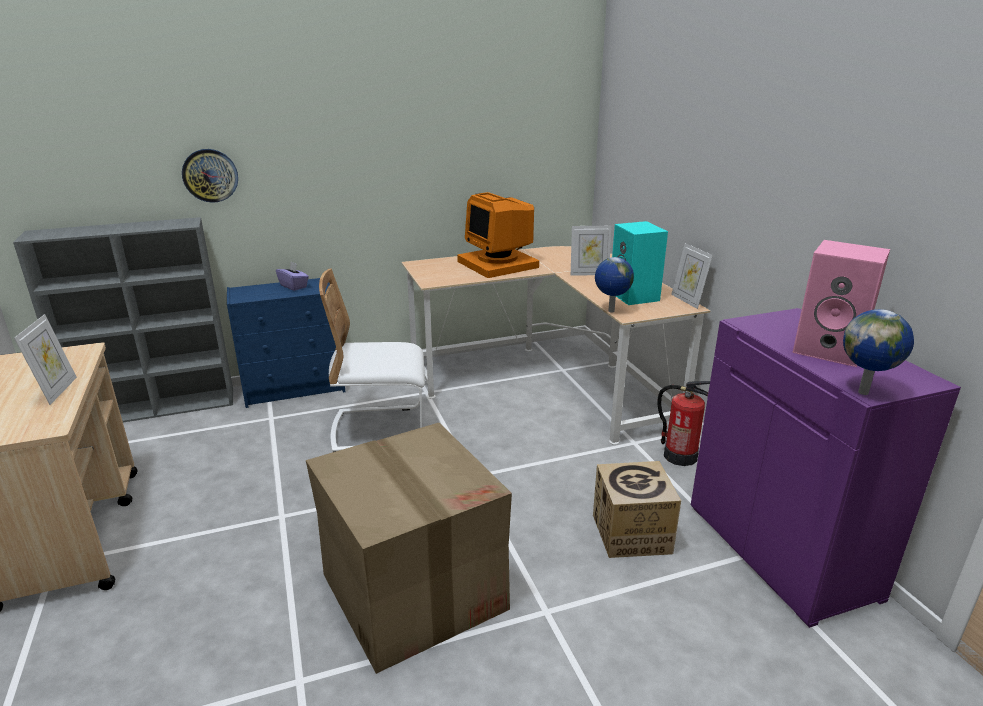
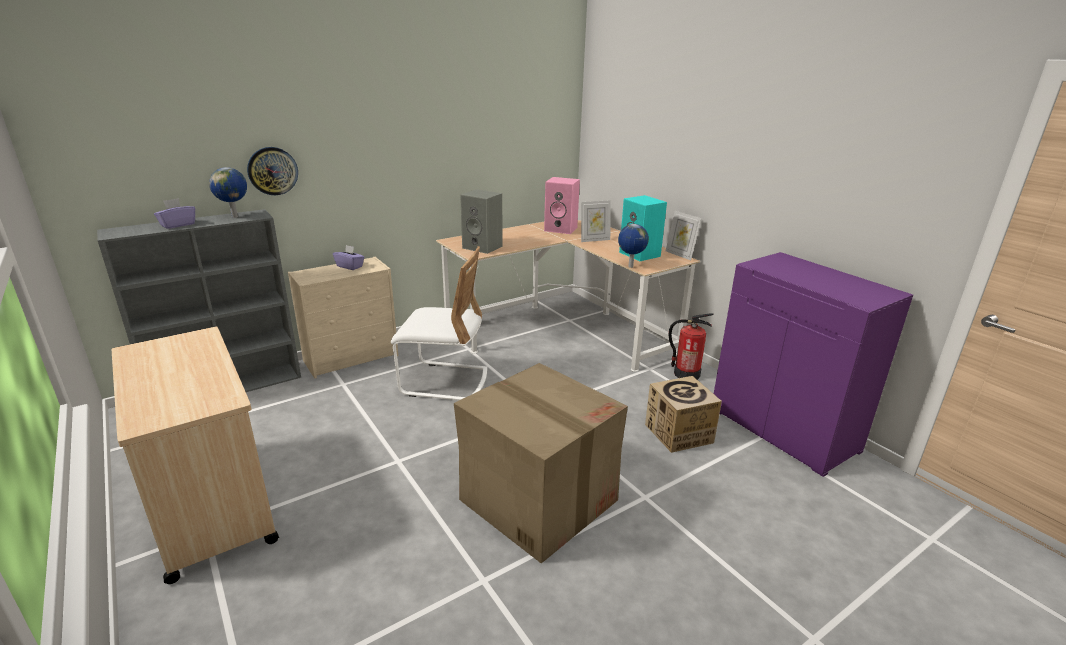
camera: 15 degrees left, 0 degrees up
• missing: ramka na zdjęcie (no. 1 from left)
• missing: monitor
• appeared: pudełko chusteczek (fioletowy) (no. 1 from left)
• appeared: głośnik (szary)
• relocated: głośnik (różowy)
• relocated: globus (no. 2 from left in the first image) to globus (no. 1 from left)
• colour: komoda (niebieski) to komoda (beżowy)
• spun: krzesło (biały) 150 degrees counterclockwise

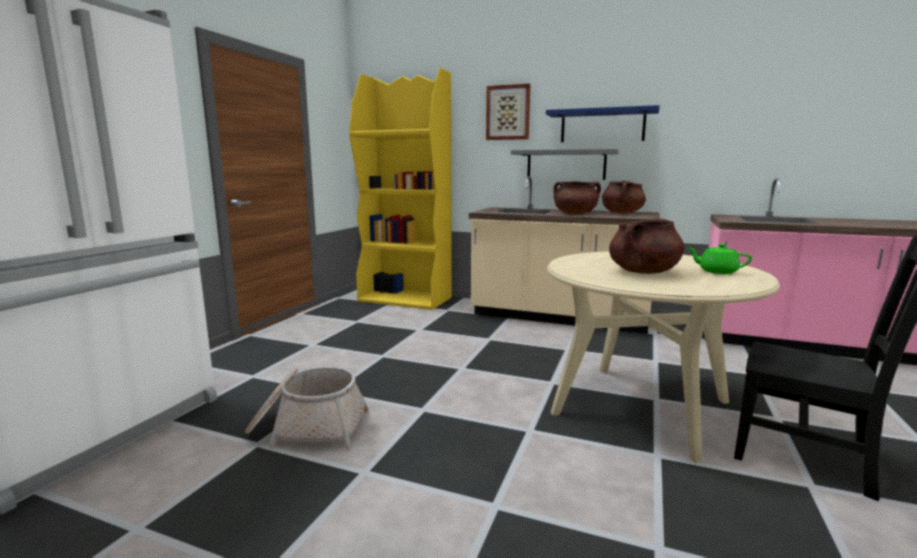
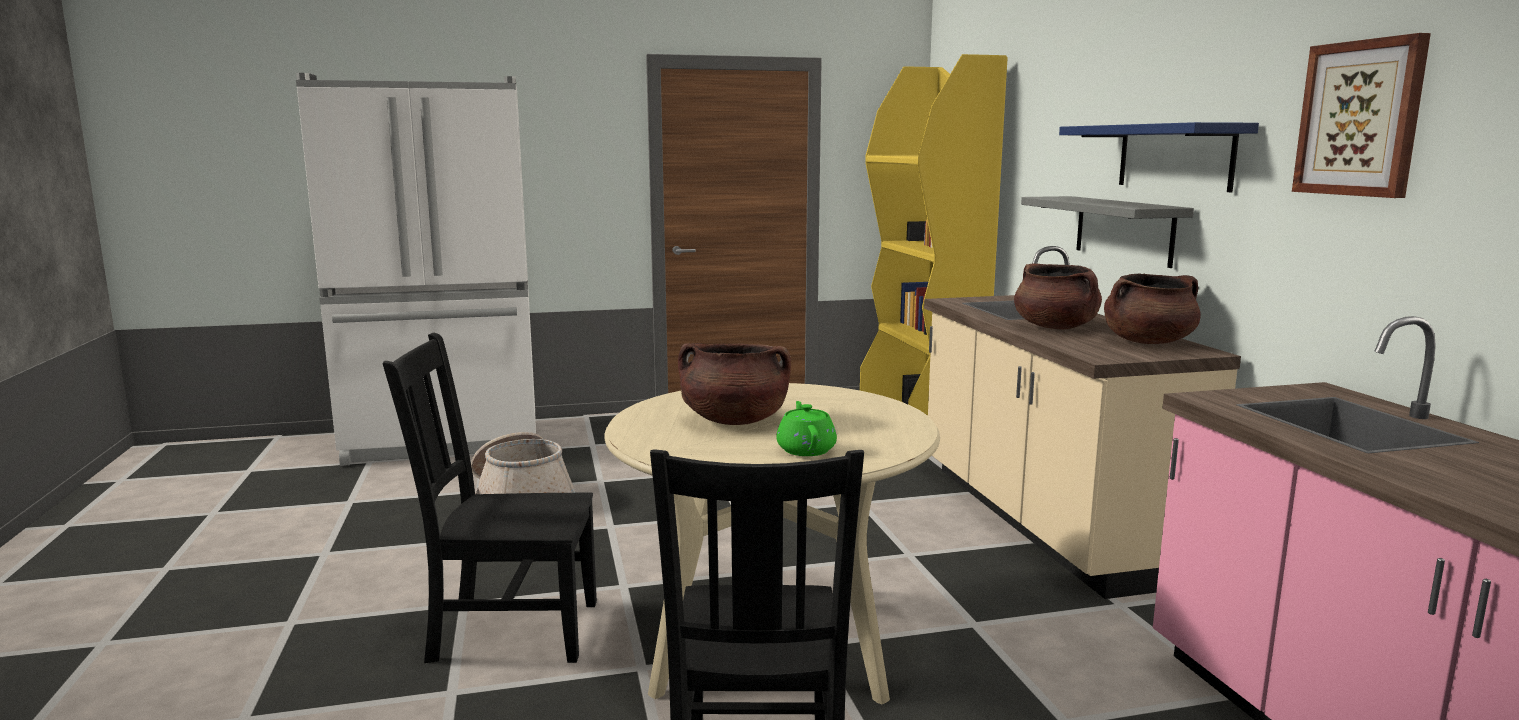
camera: 55 degrees right, 0 degrees up
• appeared: krzesło (czarny) (no. 1 from left)
• relocated: obraz

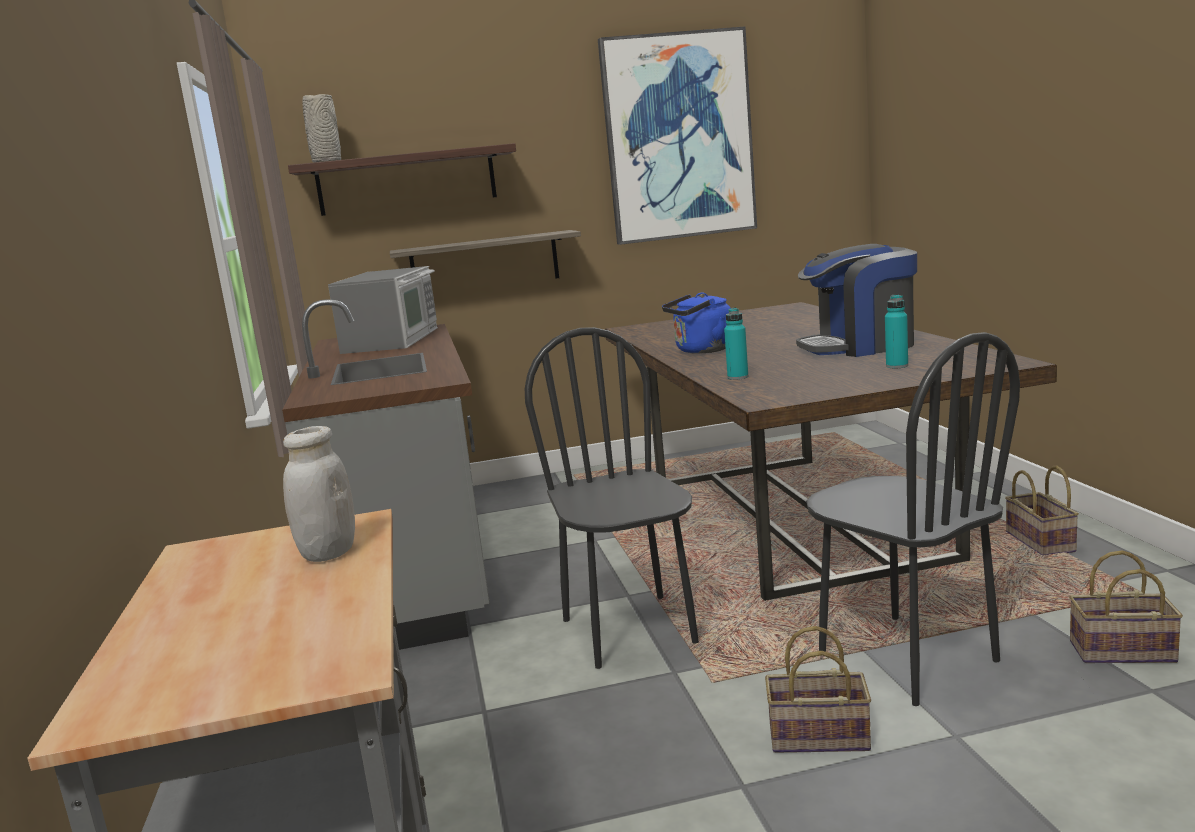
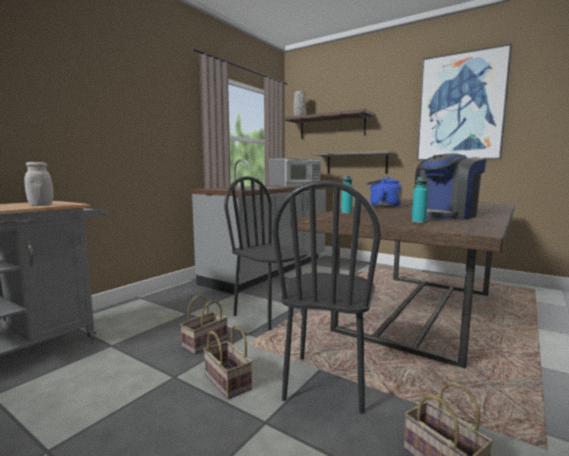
camera: 45 degrees right, 5 degrees down
• relocated: koszyk (no. 2 from left in the first image) to koszyk (no. 1 from left)
• spun: krzesło (czarny) (no. 1 from left) 75 degrees counterclockwise
• spun: ekspres do kawy 75 degrees counterclockwise

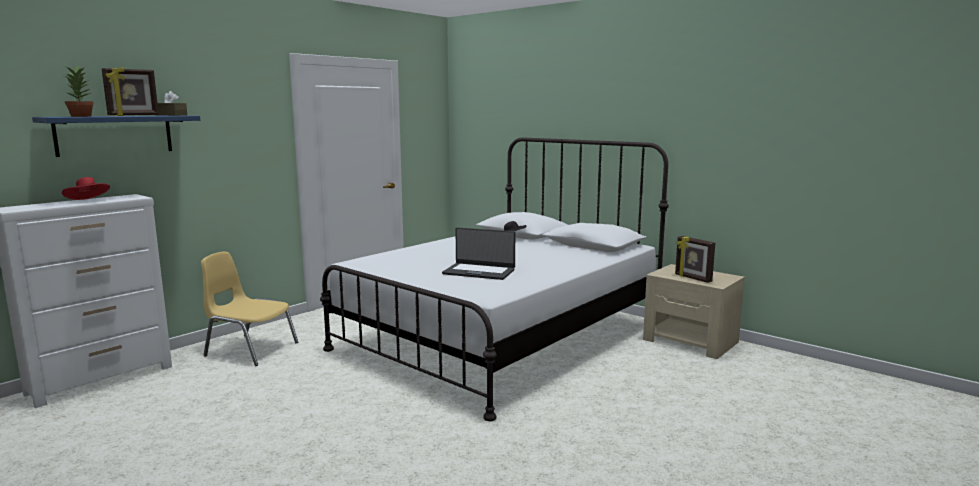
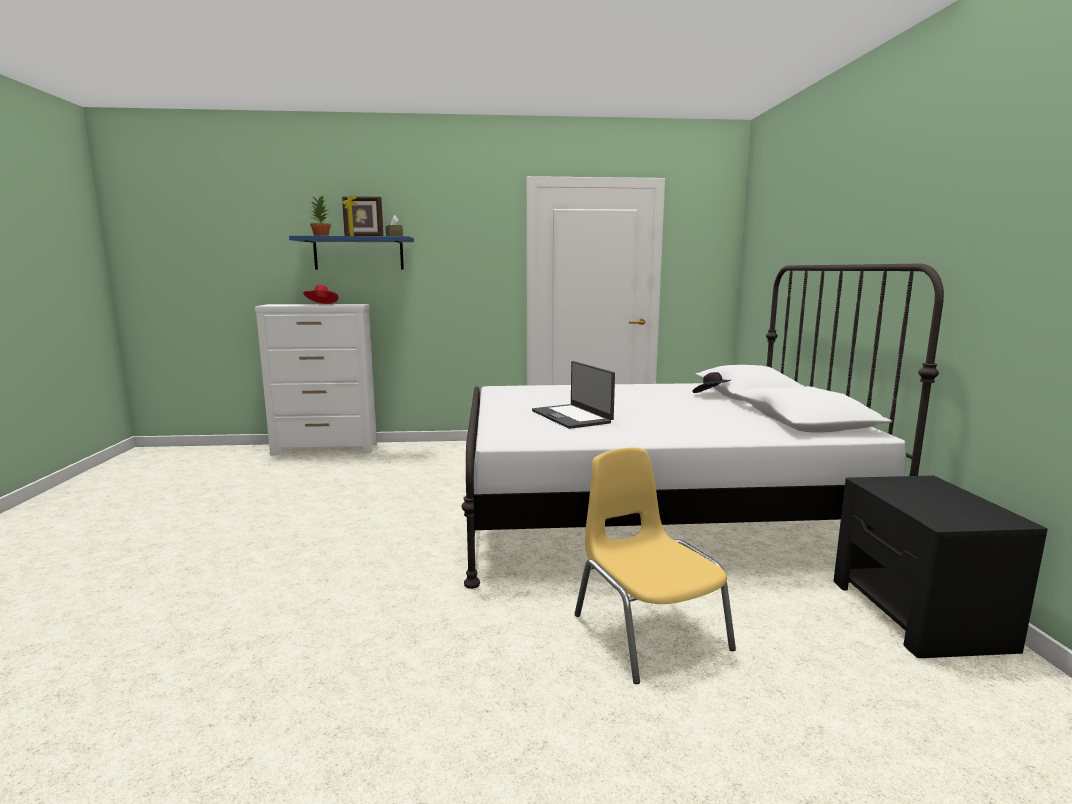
camera: 45 degrees right, 0 degrees up
• missing: ramka na zdjęcie (no. 2 from left)
• relocated: krzesło (żółty)
• colour: szafka nocna (beżowy) to szafka nocna (czarny)

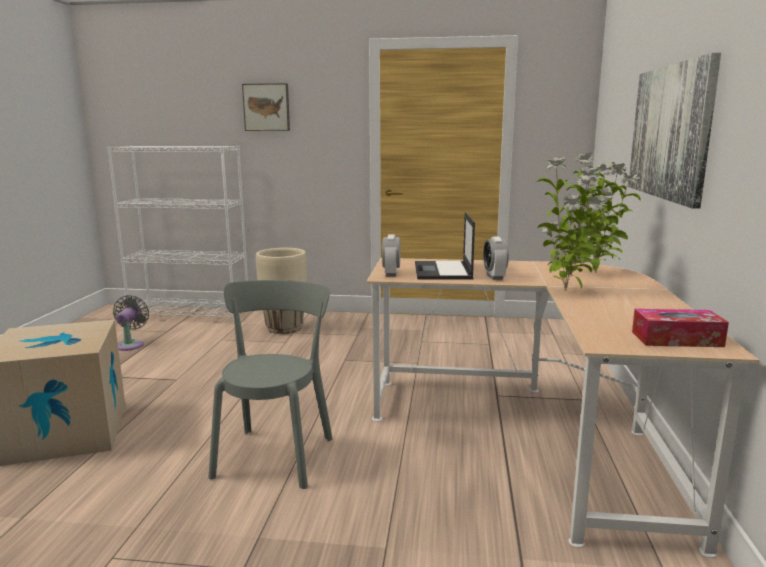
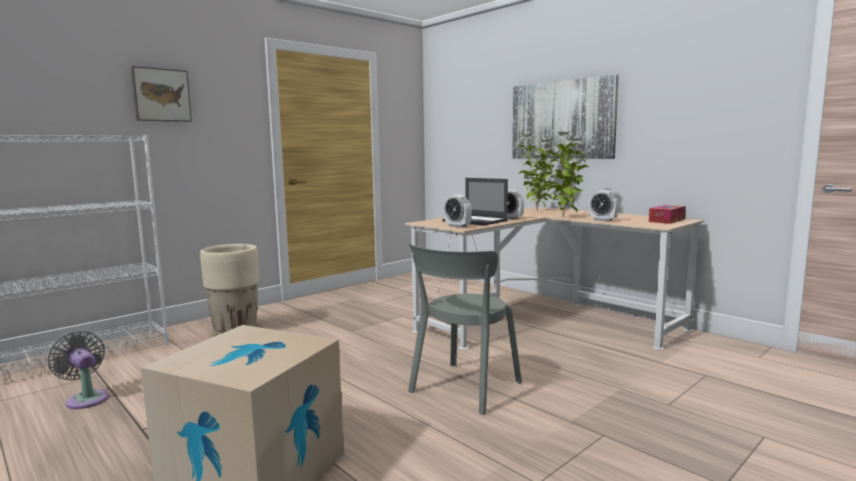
camera: 50 degrees left, 5 degrees down
• appeared: budzik (no. 3 from left)
• spun: krzesło (szary) 105 degrees counterclockwise

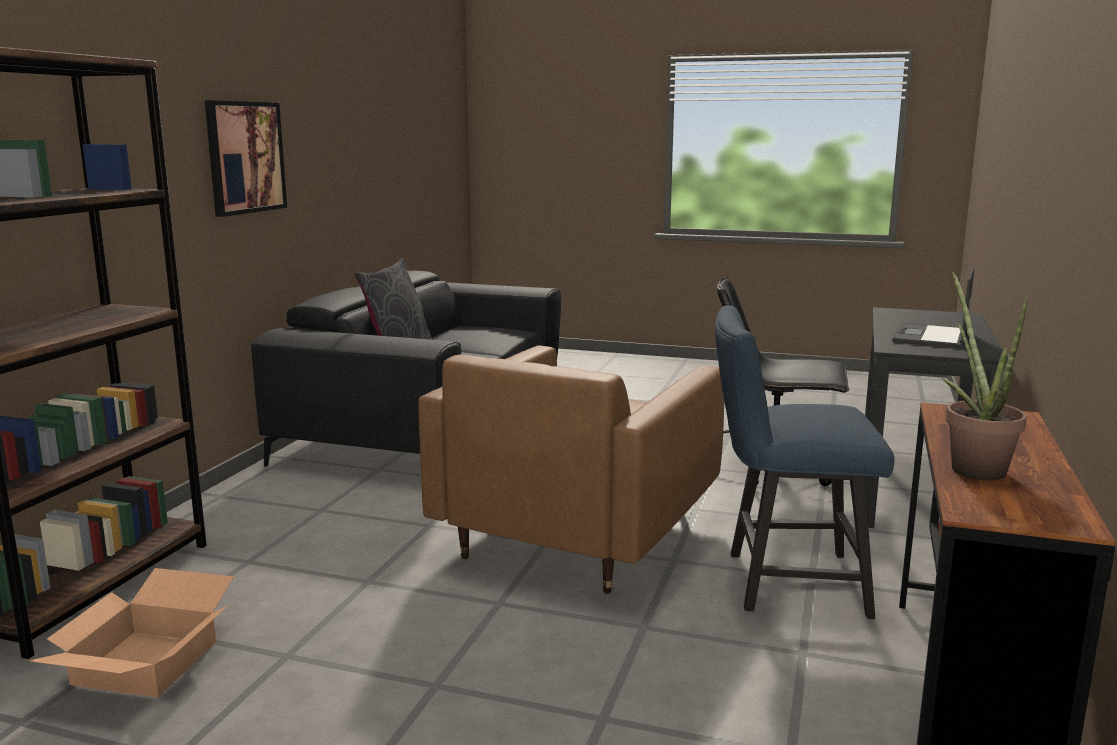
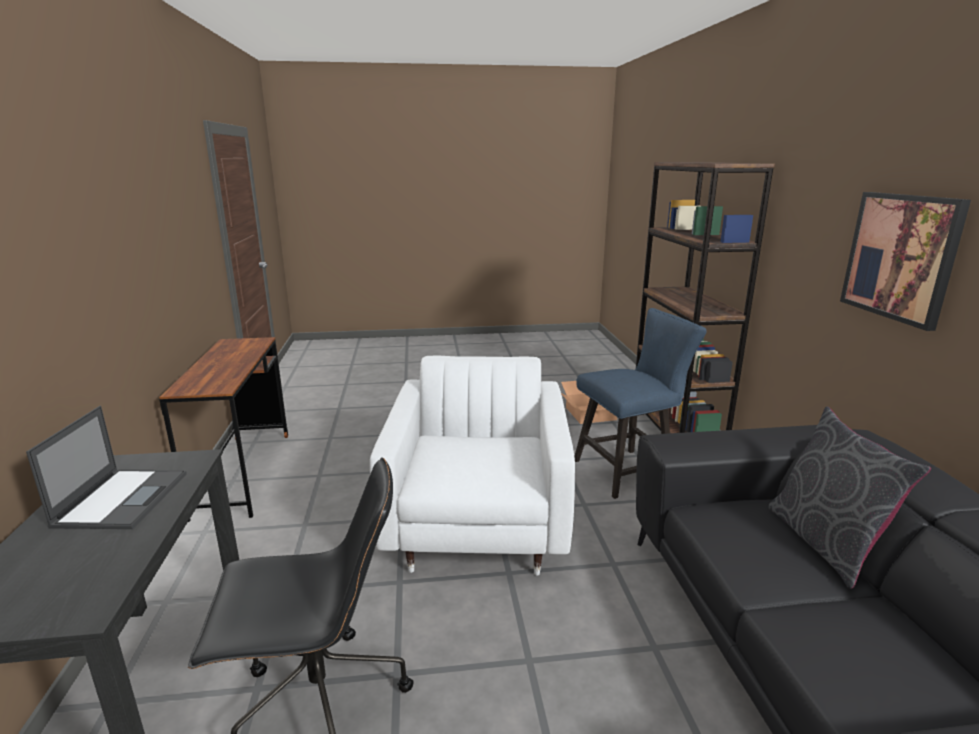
camera: 155 degrees right, 5 degrees up
• missing: roślina doniczkowa
• relocated: krzesło (niebieski)
• colour: fotel (brązowy) to fotel (biały)

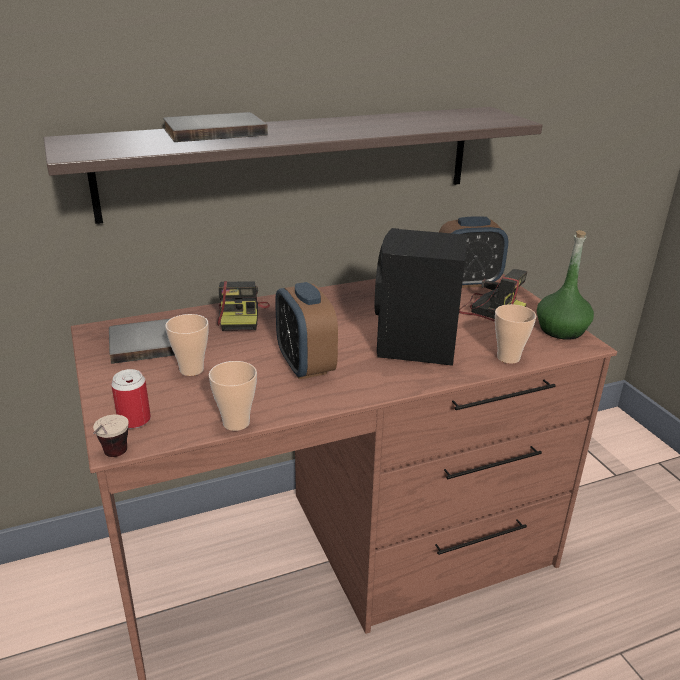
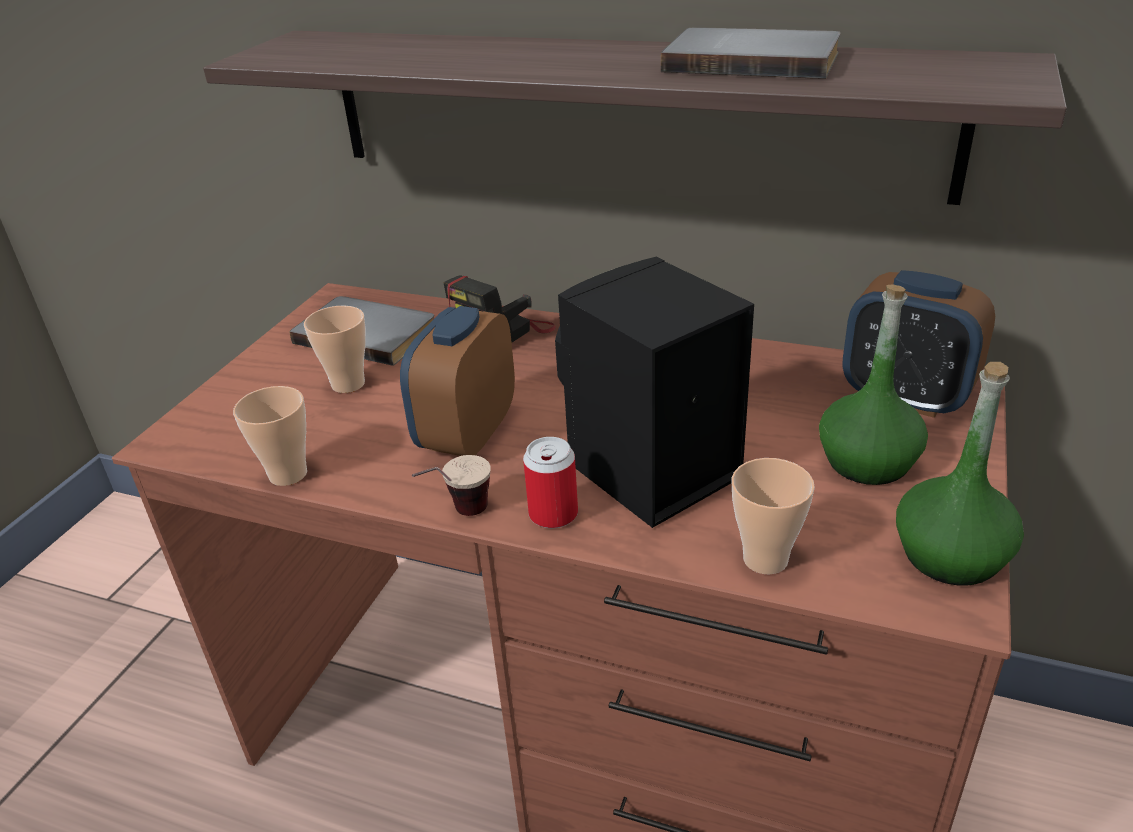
camera: 45 degrees right, 5 degrees up
• relocated: filiżanka (no. 1 from left in the first image) to filiżanka (no. 3 from left)
• relocated: puszka
• relocated: książka (szary) (no. 2 from left)
• exchanged: aparat fotograficzny (no. 2 from left) to butelka (zielony) (no. 1 from left)

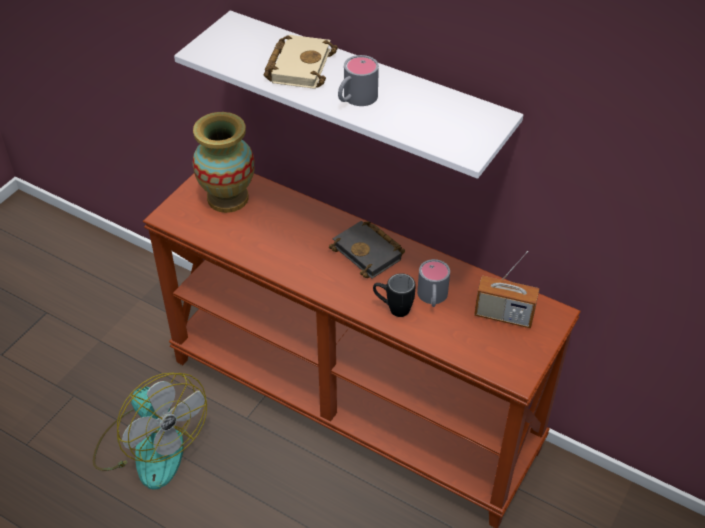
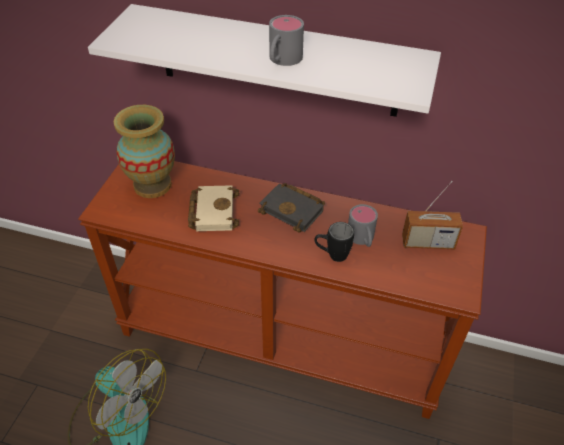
camera: 15 degrees left, 0 degrees up
• relocated: książka (beżowy)

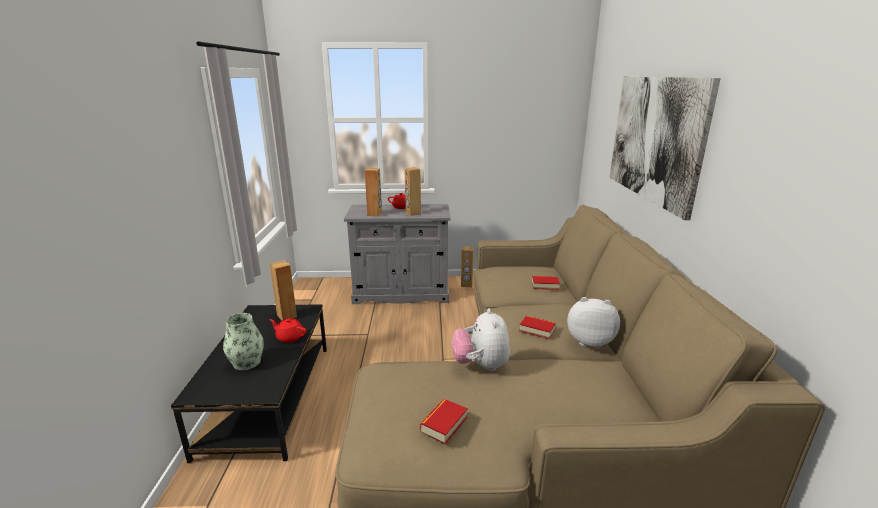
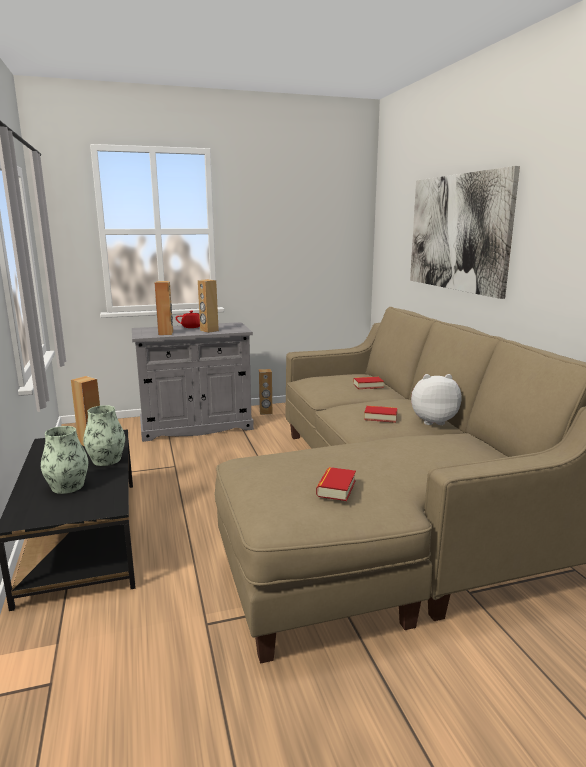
camera: 15 degrees left, 5 degrees down
• missing: pluszak (no. 1 from left)
• exchanged: imbryk (czerwony) (no. 1 from left) to wazon (no. 2 from left)

